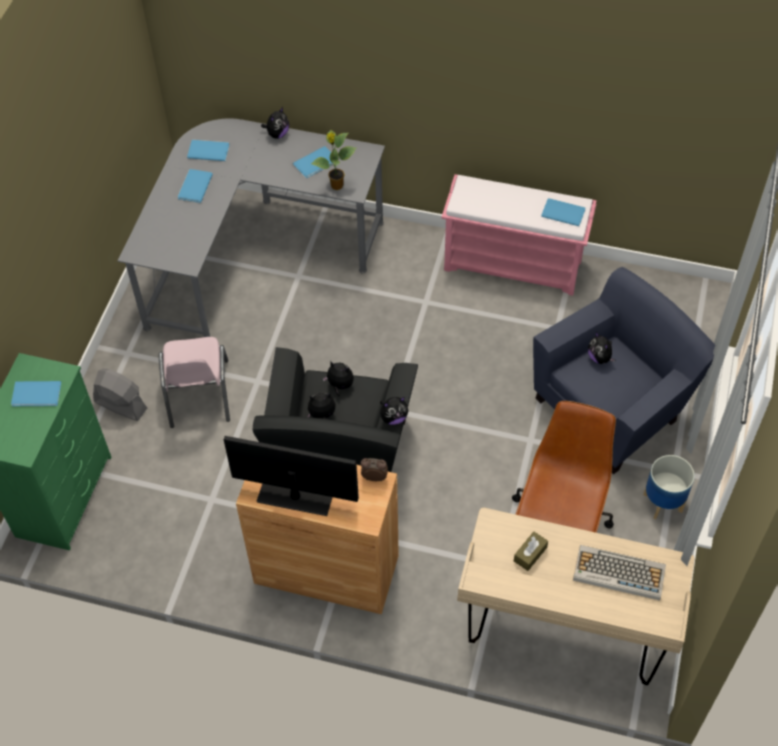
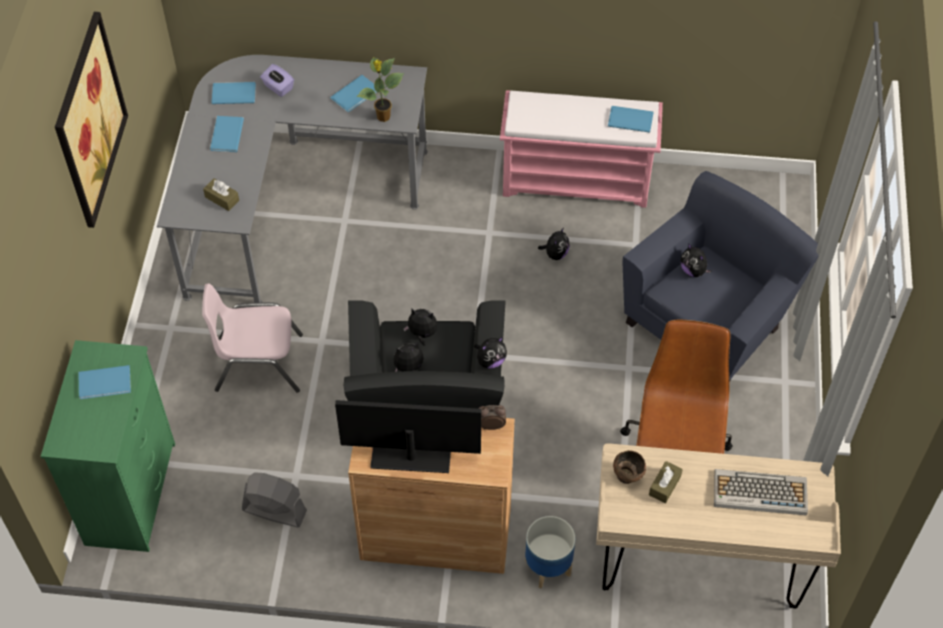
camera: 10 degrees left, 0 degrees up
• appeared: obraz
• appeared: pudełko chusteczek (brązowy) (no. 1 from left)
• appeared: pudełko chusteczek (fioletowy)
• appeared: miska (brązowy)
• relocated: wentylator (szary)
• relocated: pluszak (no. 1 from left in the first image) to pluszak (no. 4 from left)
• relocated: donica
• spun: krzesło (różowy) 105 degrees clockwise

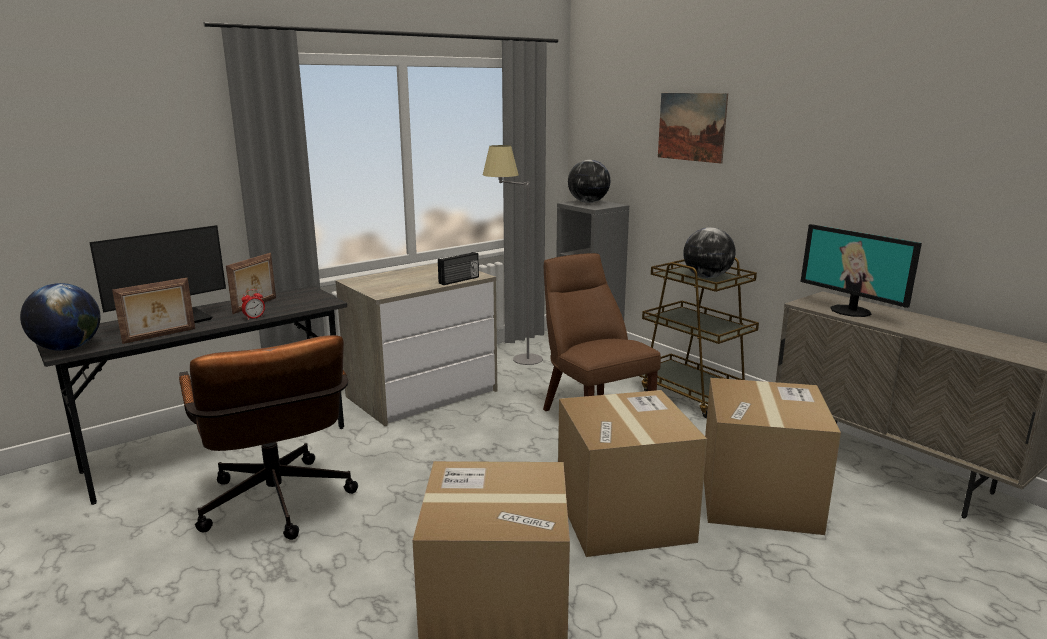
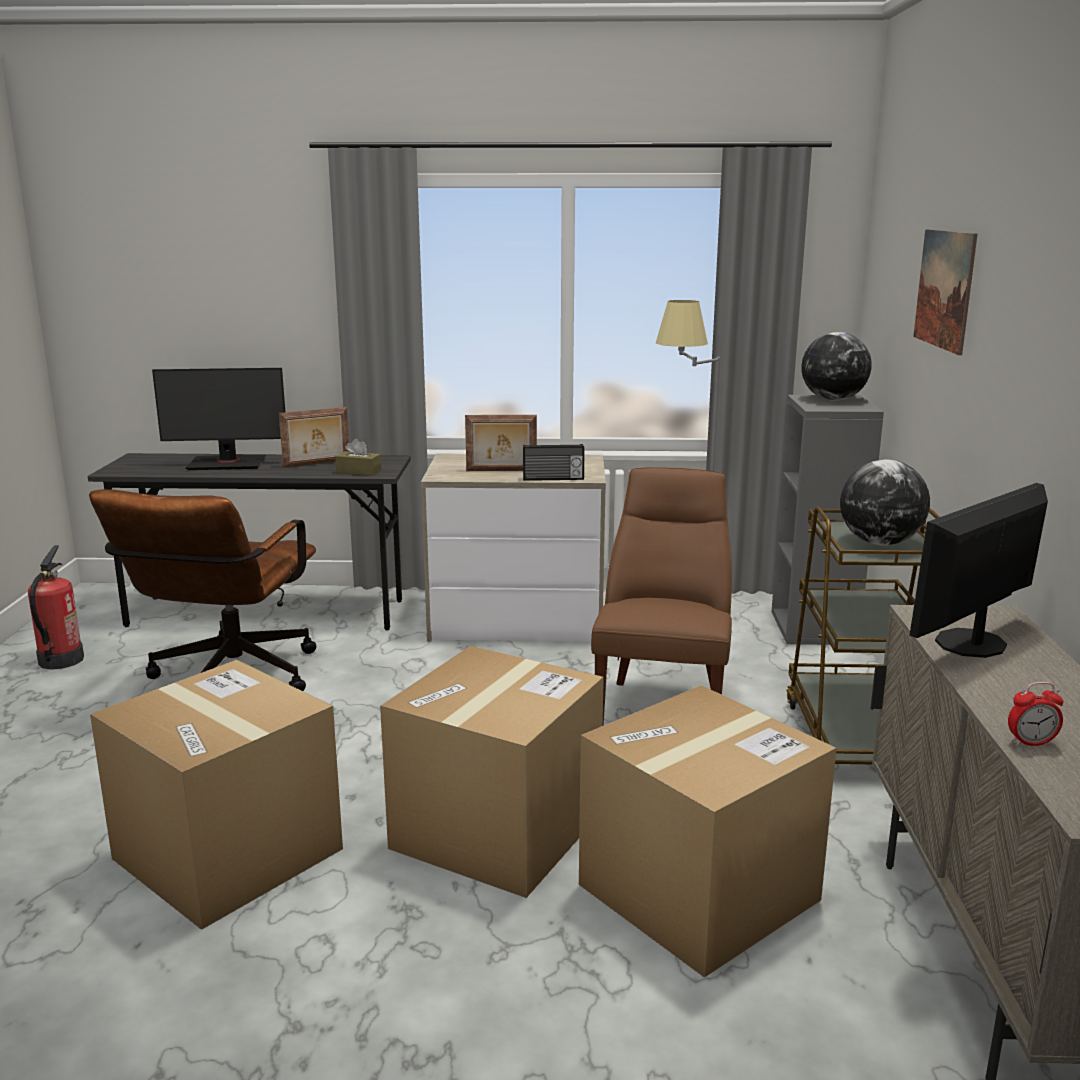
camera: 40 degrees right, 0 degrees up
• missing: globus (no. 1 from left)
• appeared: gaśnica
• appeared: pudełko chusteczek (brązowy)
• relocated: ramka na zdjęcie (no. 1 from left in the first image) to ramka na zdjęcie (no. 2 from left)
• relocated: budzik
• spun: monitor (no. 2 from left) 45 degrees clockwise

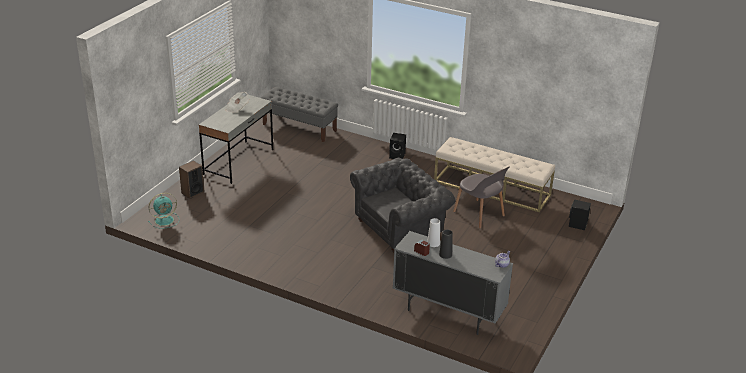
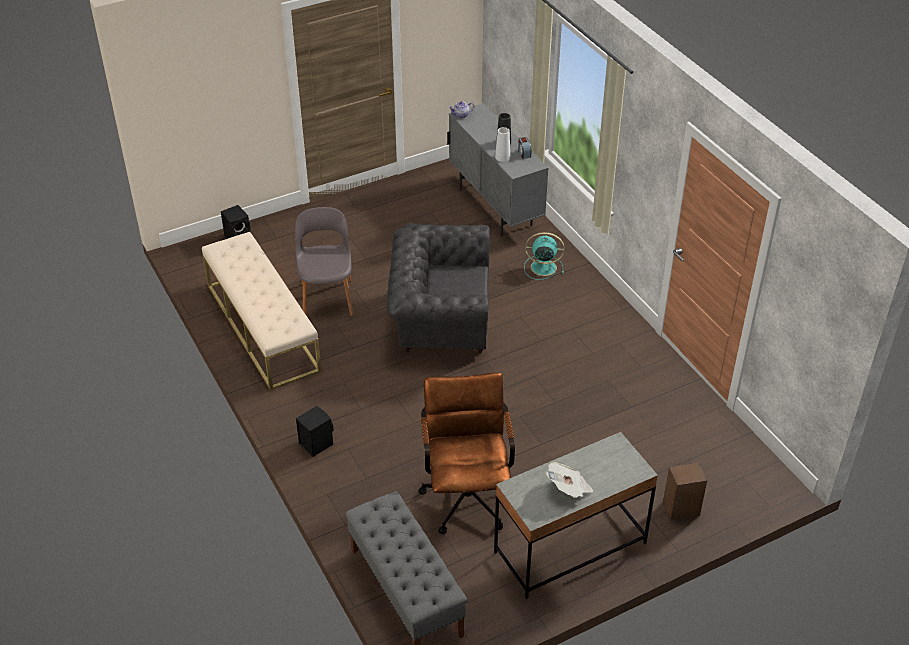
camera: 145 degrees left, 10 degrees up
• appeared: krzesło biurowe (brązowy)
• relocated: wentylator (turkusowy)

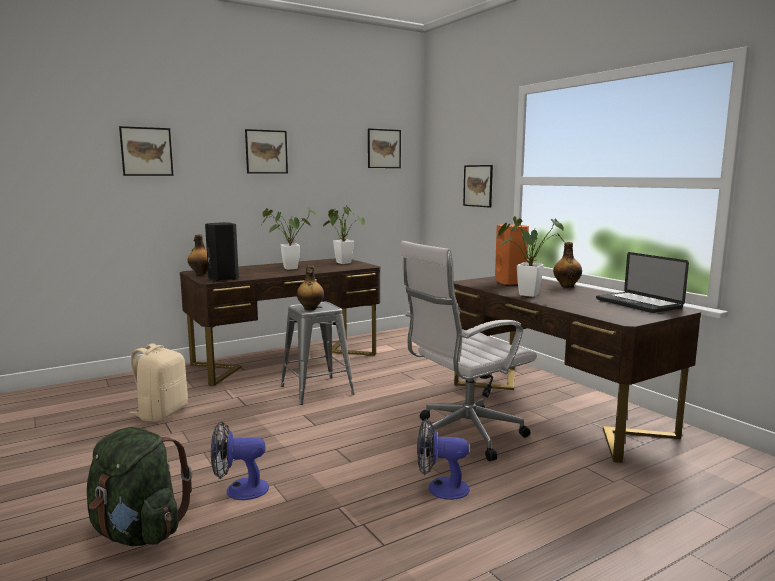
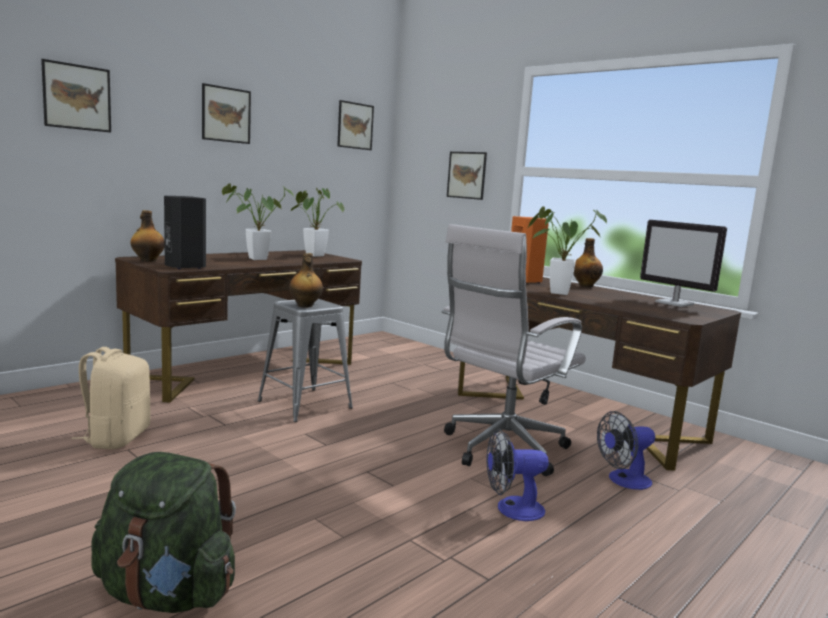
camera: 15 degrees left, 0 degrees up
• relocated: wentylator (no. 1 from left in the first image) to wentylator (no. 2 from left)
• exchanged: laptop to monitor

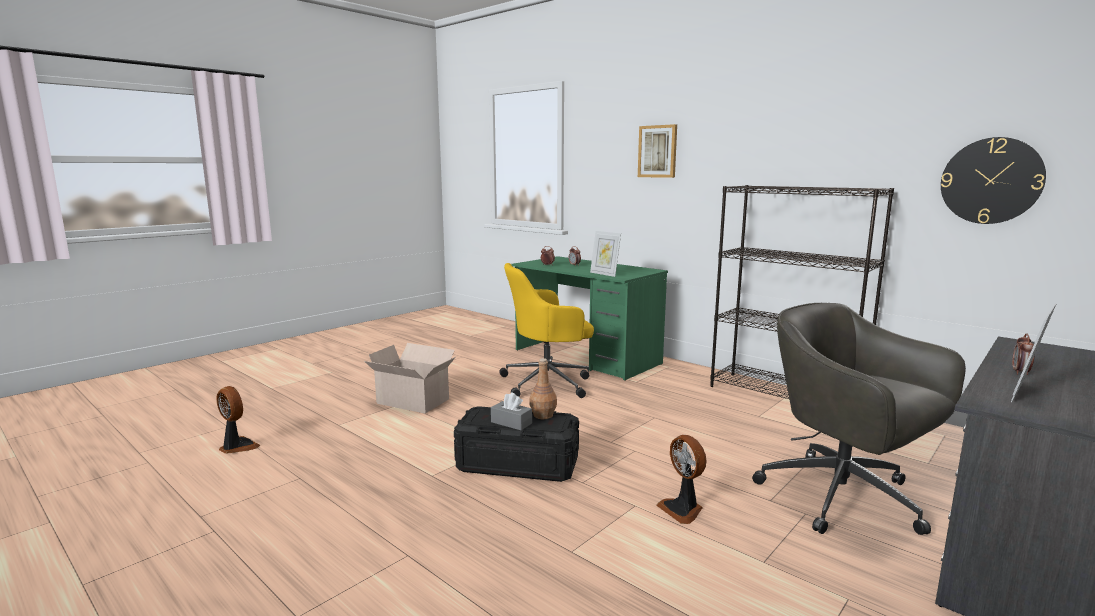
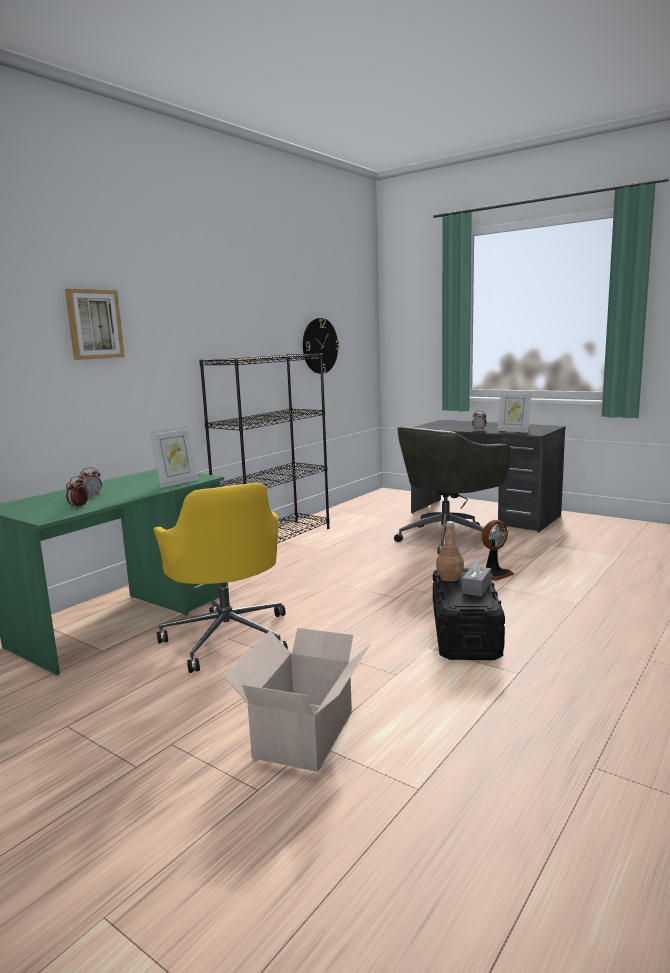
camera: 95 degrees left, 0 degrees up
• missing: wentylator (no. 1 from left)

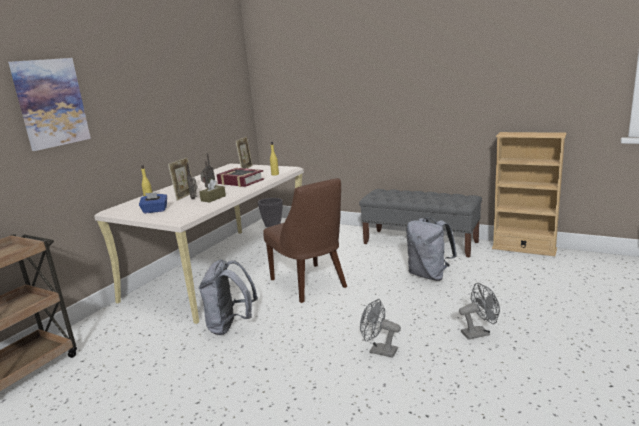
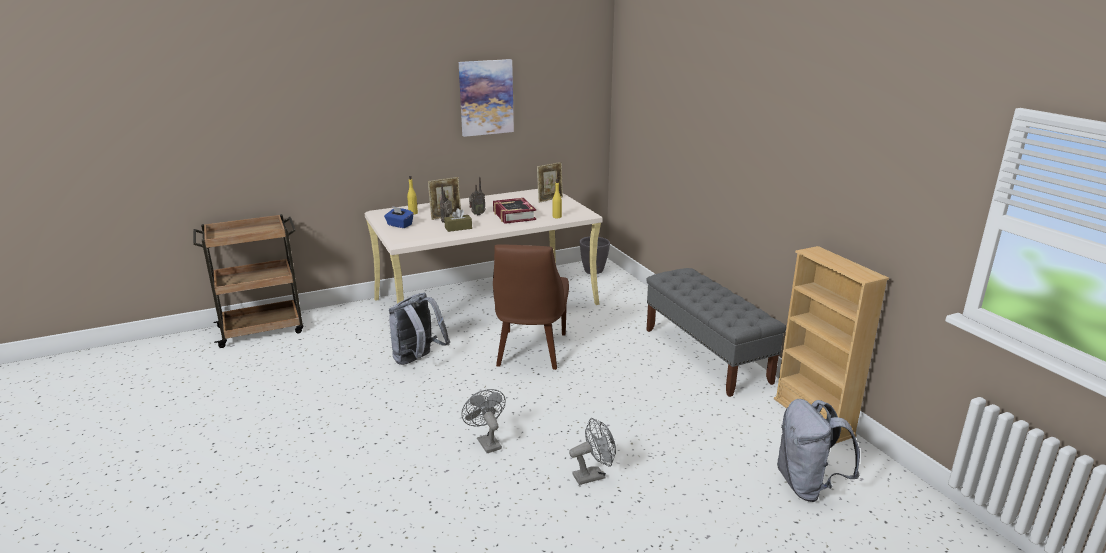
camera: 35 degrees right, 5 degrees up
• relocated: obraz
• relocated: plecak (szary) (no. 2 from left)
• spun: wentylator (szary) (no. 2 from left) 45 degrees counterclockwise

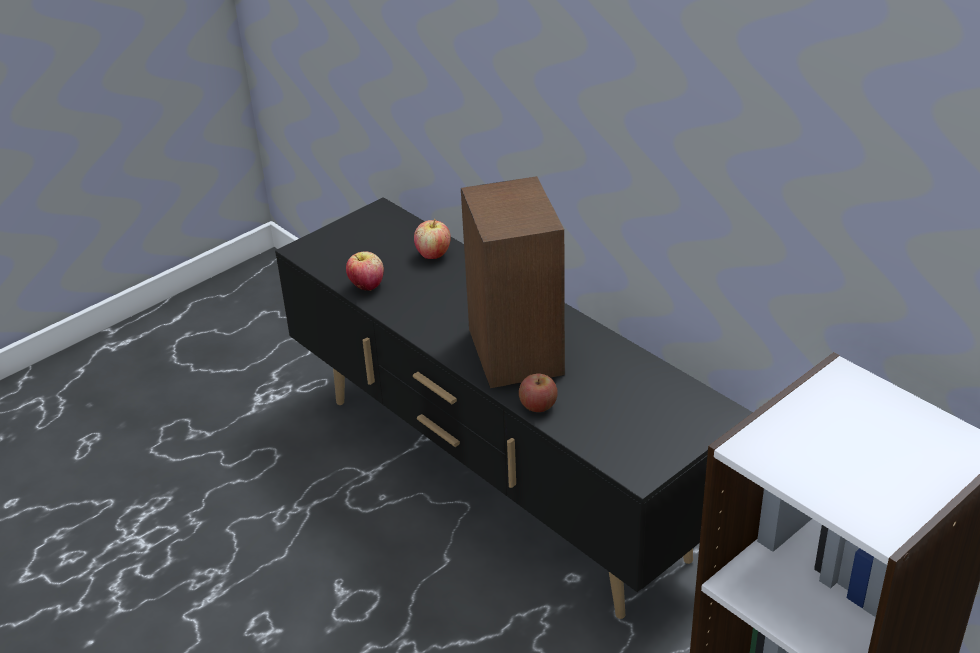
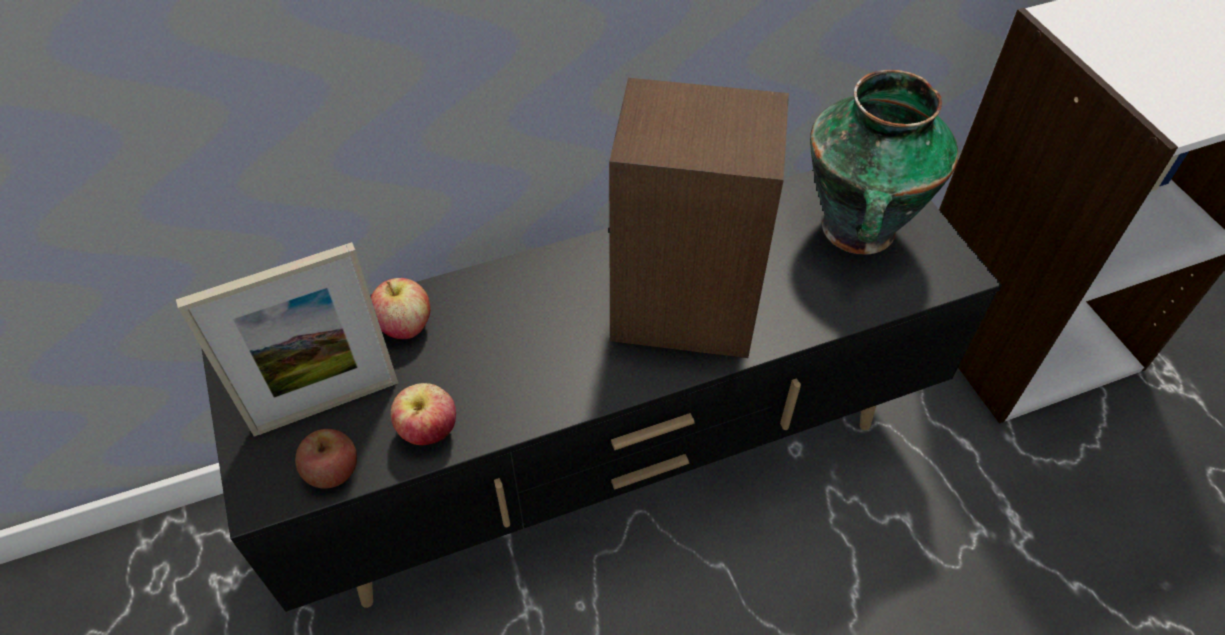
camera: 70 degrees left, 15 degrees up
• appeared: ramka na zdjęcie
• appeared: wazon
• relocated: jabłko (no. 3 from left in the first image) to jabłko (no. 1 from left)

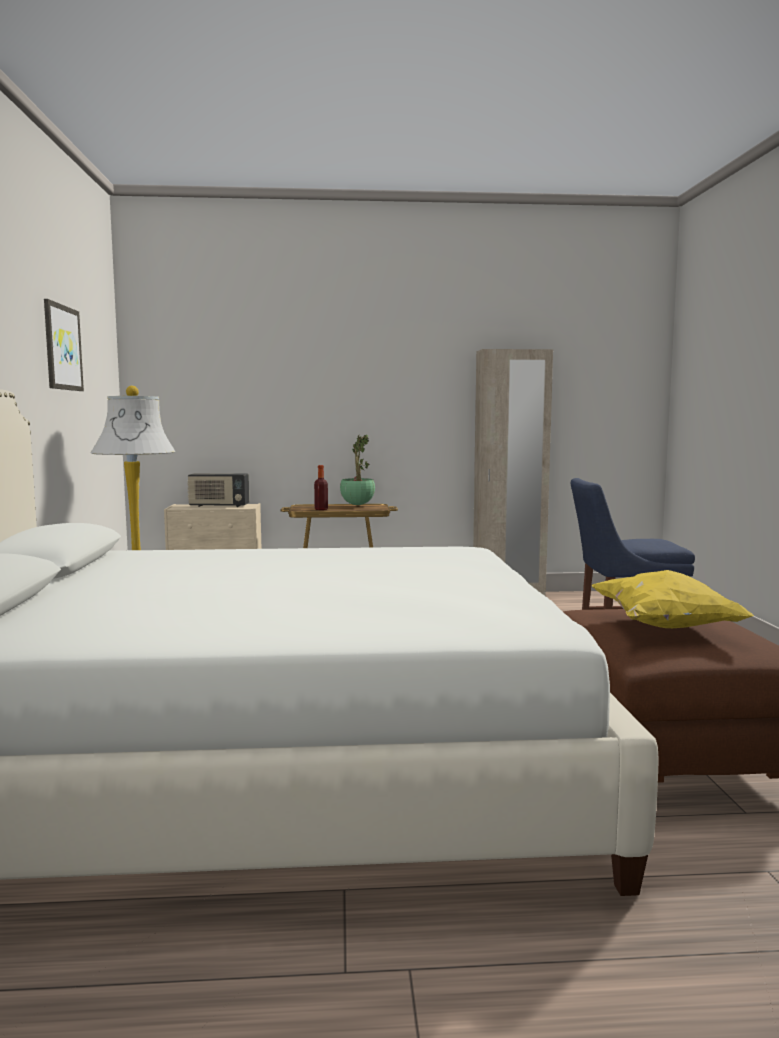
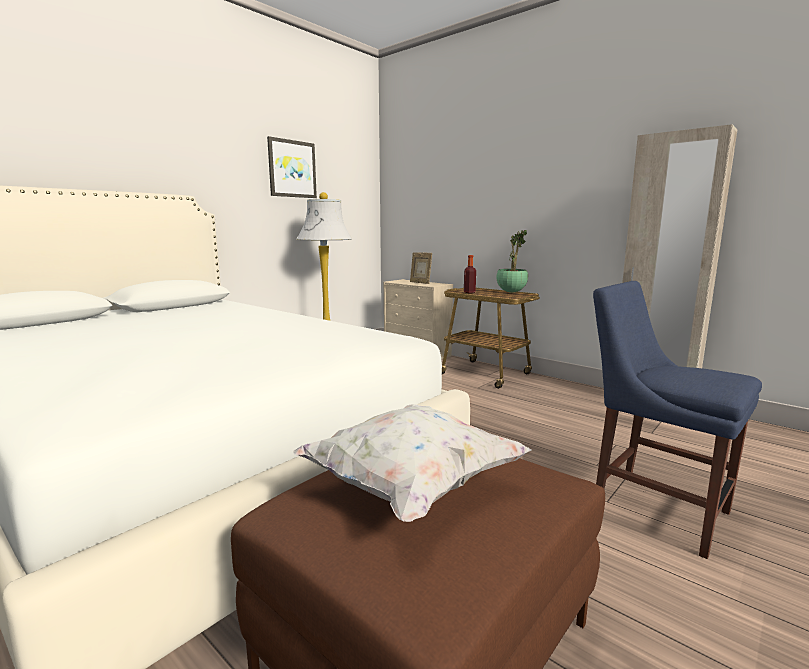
camera: 45 degrees right, 5 degrees up
• exchanged: radio to ramka na zdjęcie
• colour: poduszka (żółty) to poduszka (biały)

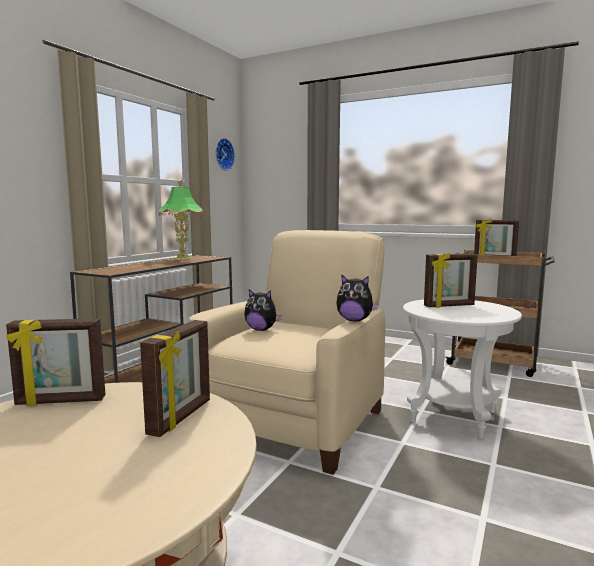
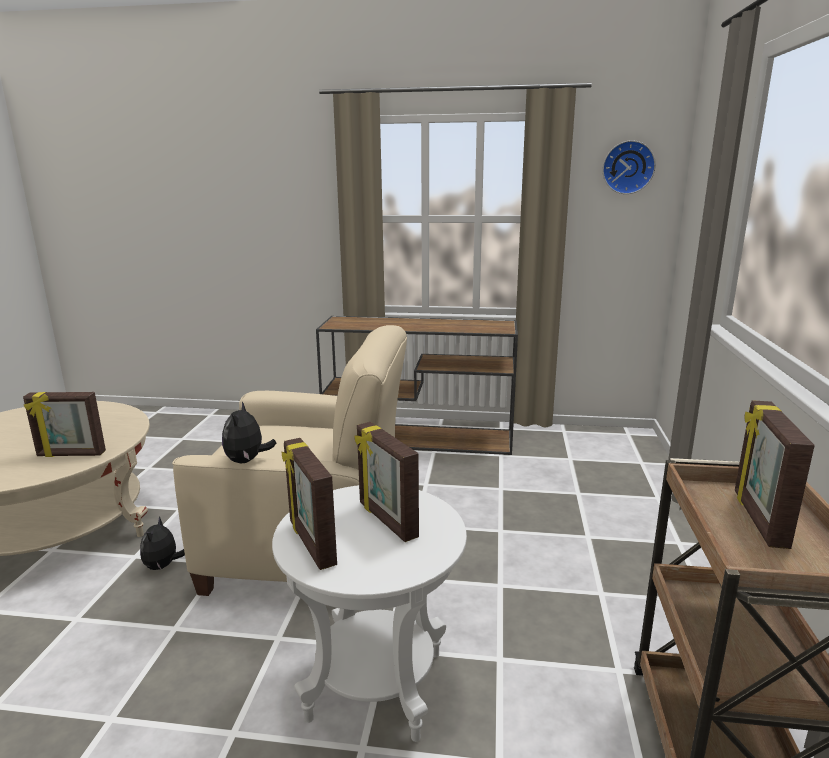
camera: 70 degrees right, 10 degrees up
• missing: lampa stołowa
• relocated: ramka na zdjęcie (no. 1 from left in the first image) to ramka na zdjęcie (no. 2 from left)
• relocated: pluszak (no. 1 from left)

